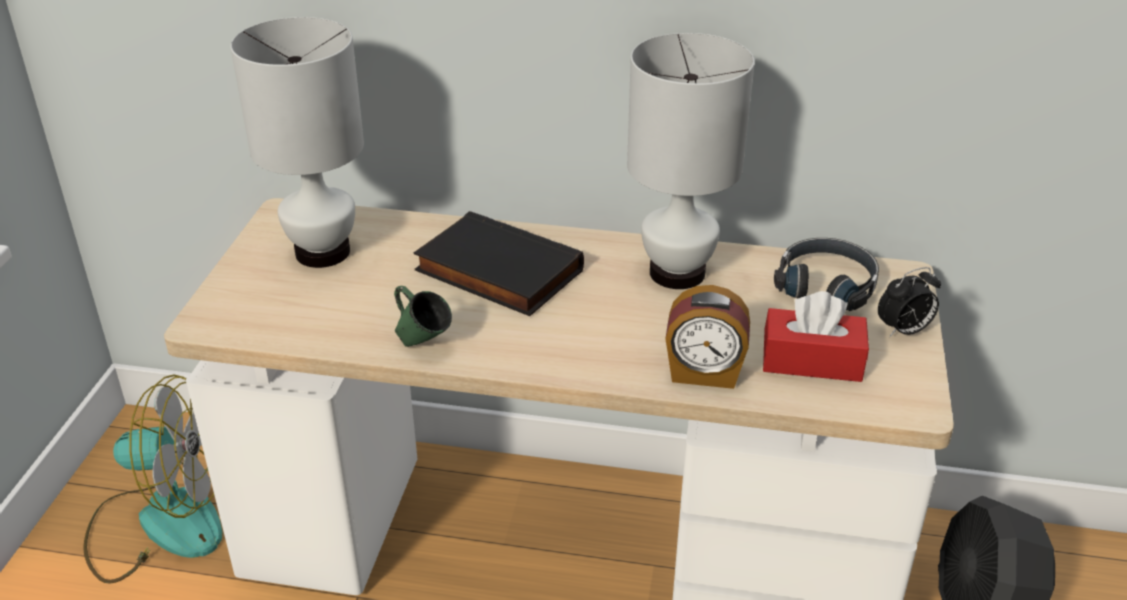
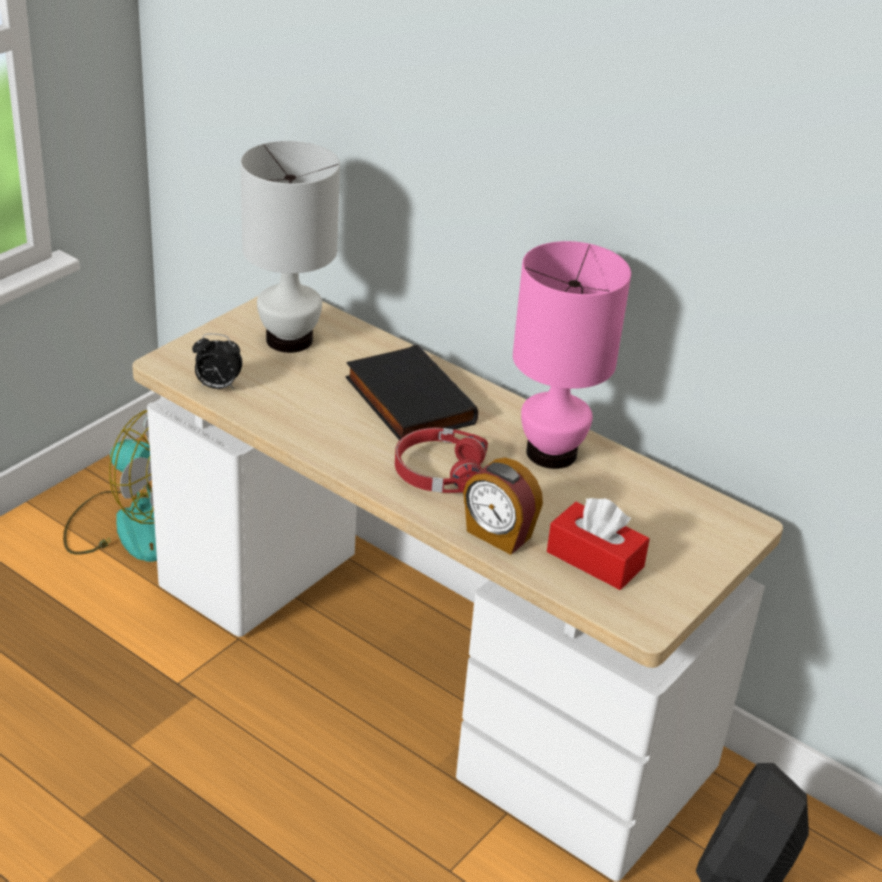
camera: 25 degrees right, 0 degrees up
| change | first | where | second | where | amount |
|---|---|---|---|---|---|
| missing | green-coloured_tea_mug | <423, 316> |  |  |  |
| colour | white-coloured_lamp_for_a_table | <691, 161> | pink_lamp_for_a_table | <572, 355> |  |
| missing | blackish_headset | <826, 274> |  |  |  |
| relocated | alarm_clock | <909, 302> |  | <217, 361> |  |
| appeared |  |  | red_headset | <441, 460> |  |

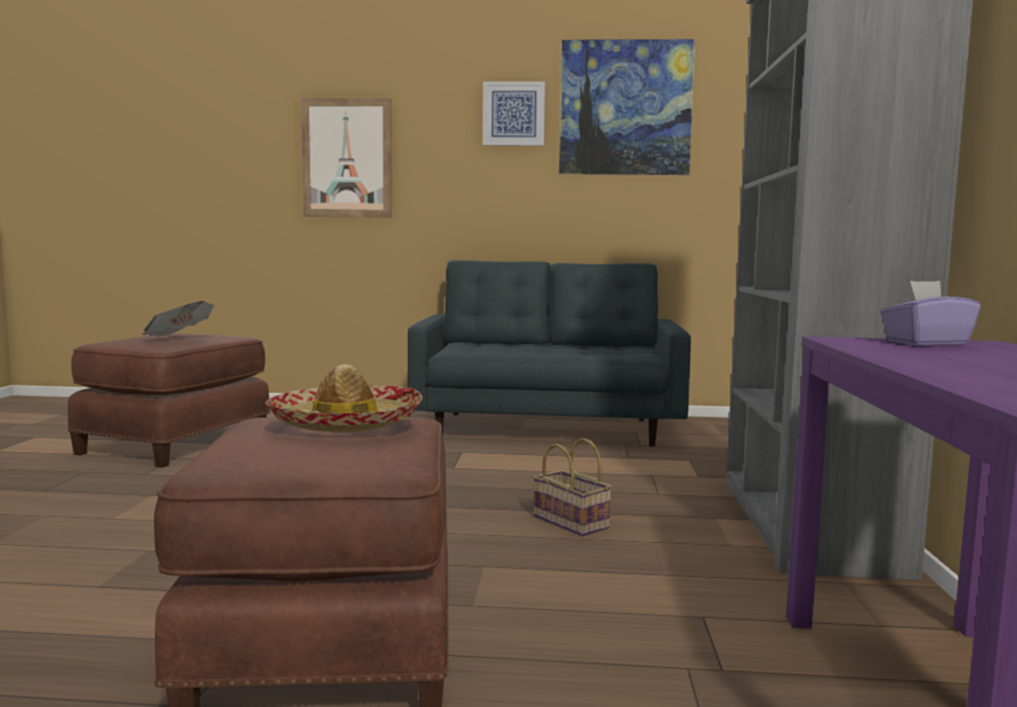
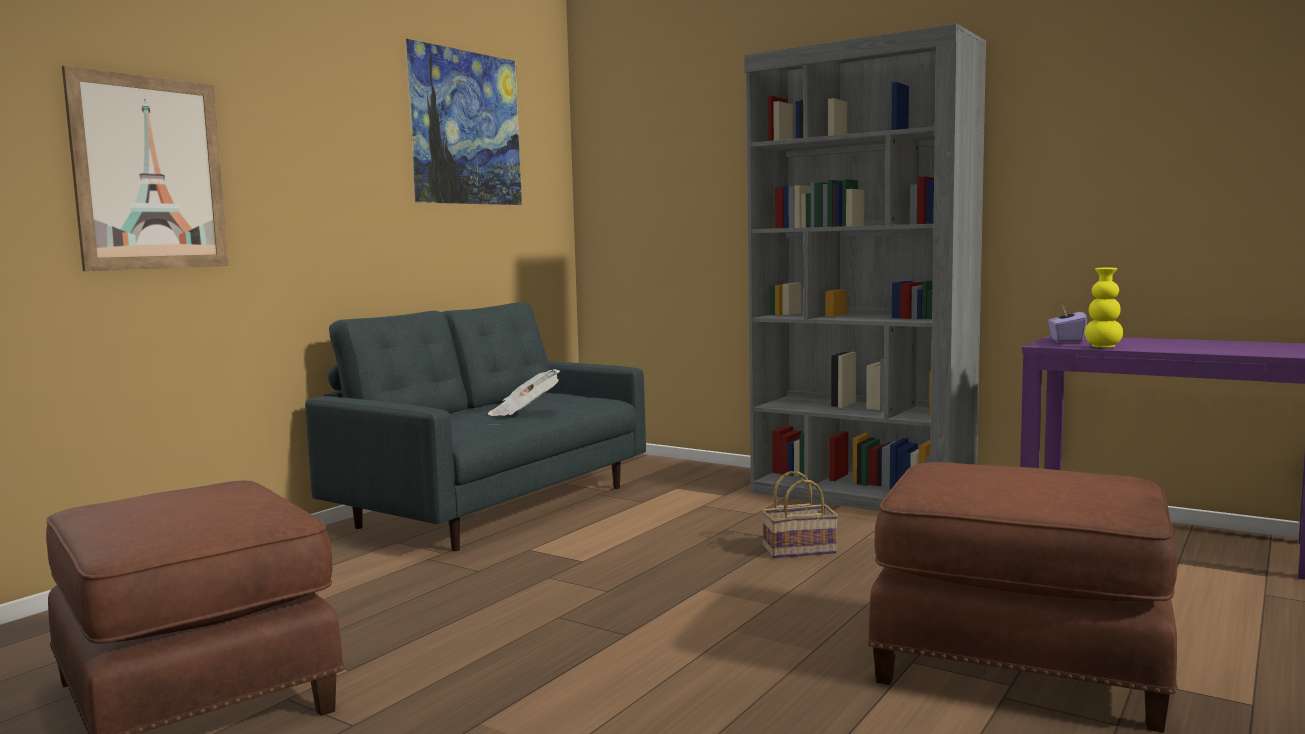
camera: 60 degrees left, 0 degrees up
| change | first | where | second | where | amount |
|---|---|---|---|---|---|
| relocated | newspaper | <177, 318> |  | <524, 392> |  |
| missing | clothing_hat | <343, 398> |  |  |  |
| missing | wall_picture | <514, 113> |  |  |  |
| appeared |  |  | yellow-coloured_decorative_vase | <1104, 308> |  |

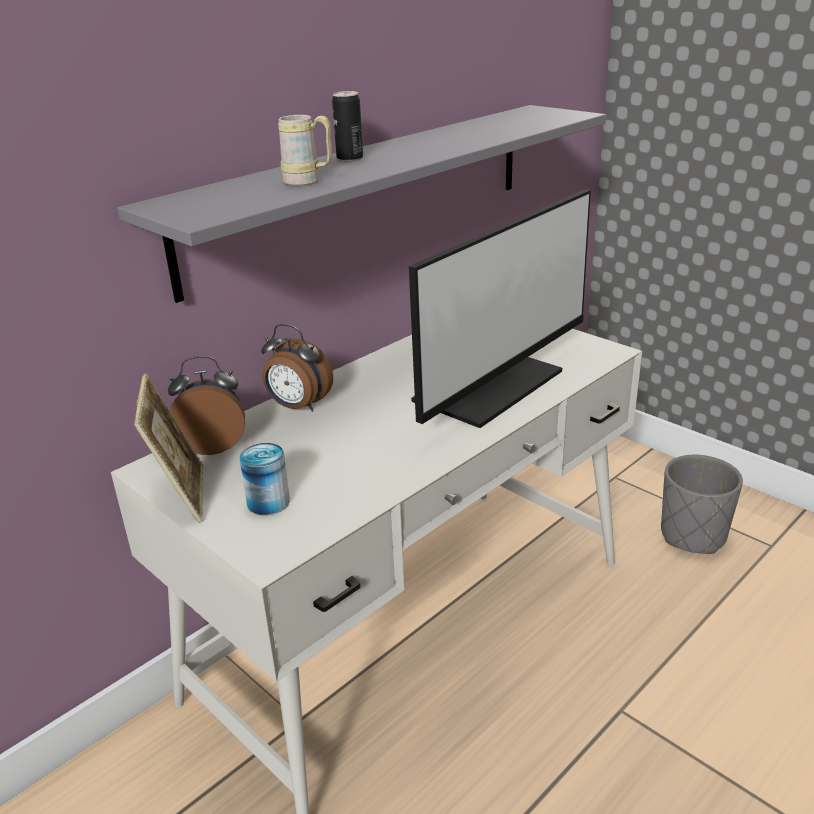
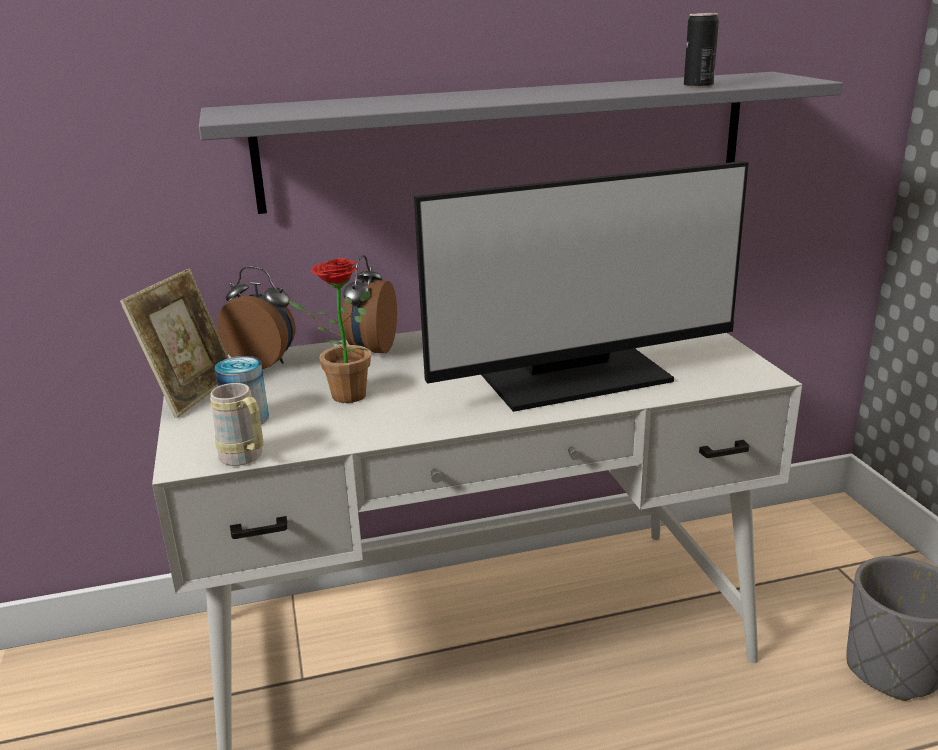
camera: 30 degrees right, 5 degrees down
| change | first | where | second | where | amount |
|---|---|---|---|---|---|
| spun | alarm_clock | <297, 368> |  | <369, 304> | 45 degrees clockwise |
| relocated | sand-coloured_tea_mug | <305, 150> |  | <236, 424> |  |
| relocated | sealed_can | <347, 126> |  | <701, 50> |  |
| appeared |  |  | plant_in_a_pot | <330, 330> |  |

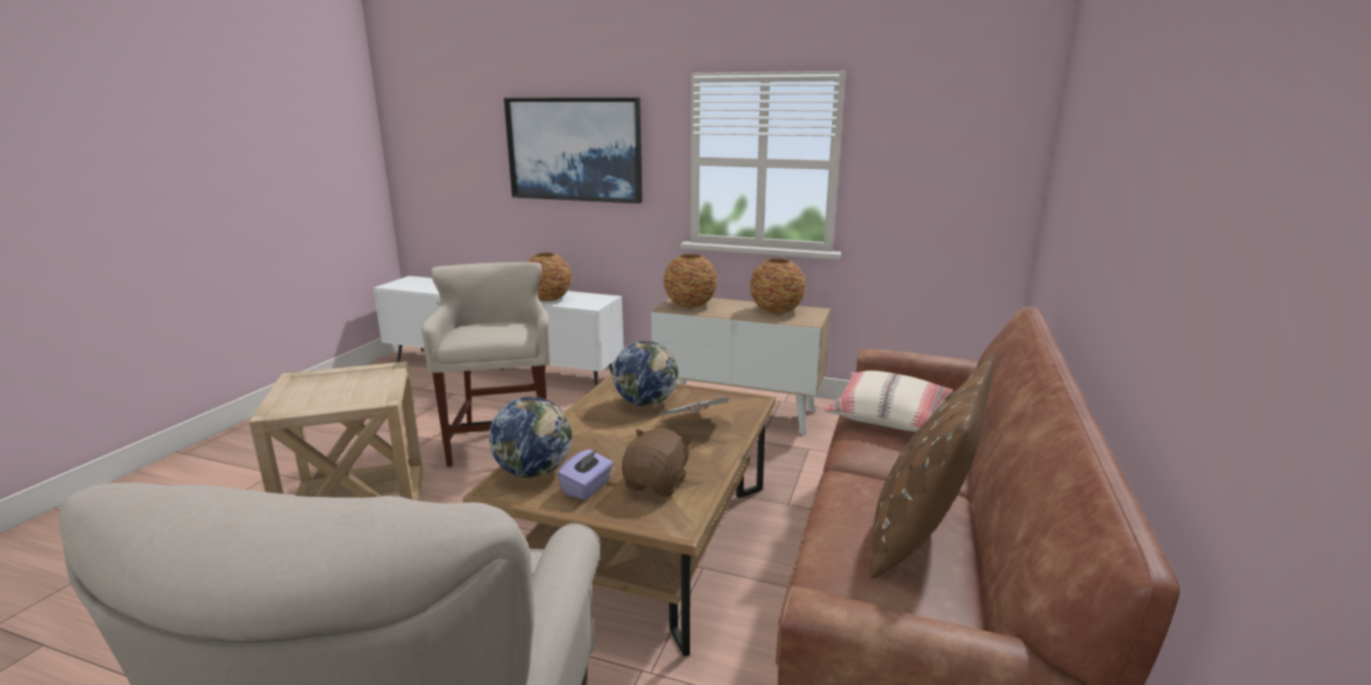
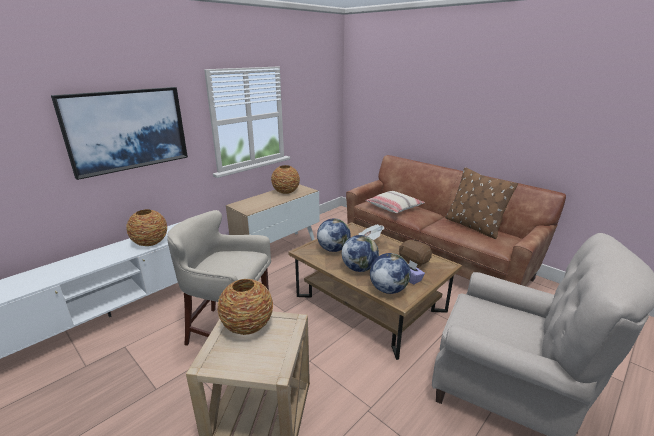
camera: 65 degrees left, 5 degrees up
| change | first | where | second | where | amount |
|---|---|---|---|---|---|
| relocated | decorative_vase | <690, 281> |  | <245, 307> |  |
| appeared |  |  | globe | <360, 253> |  |

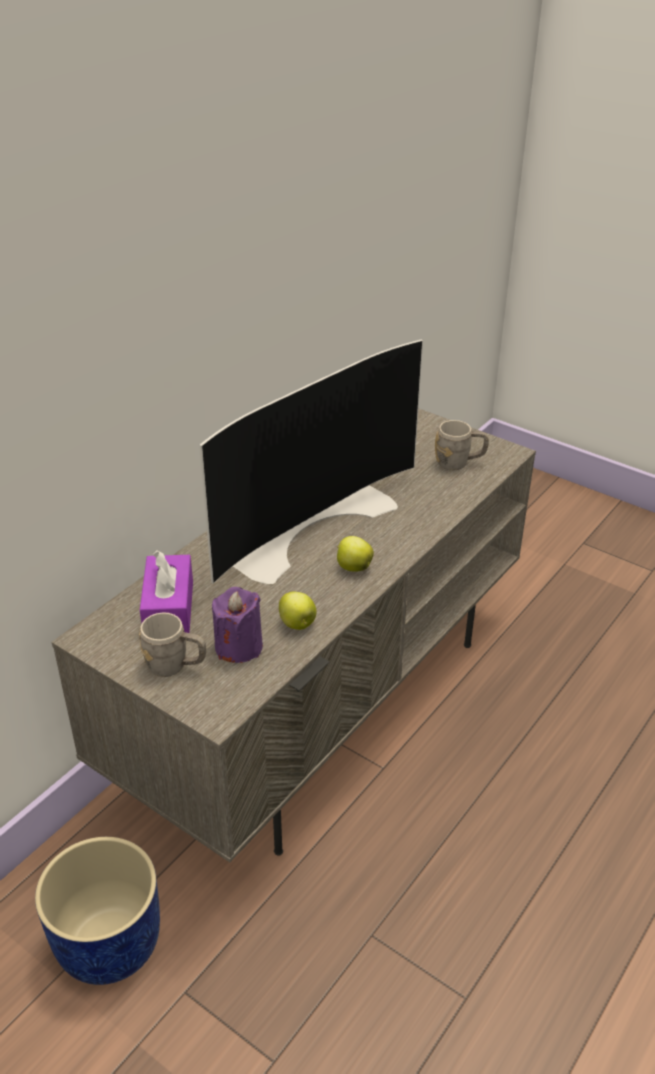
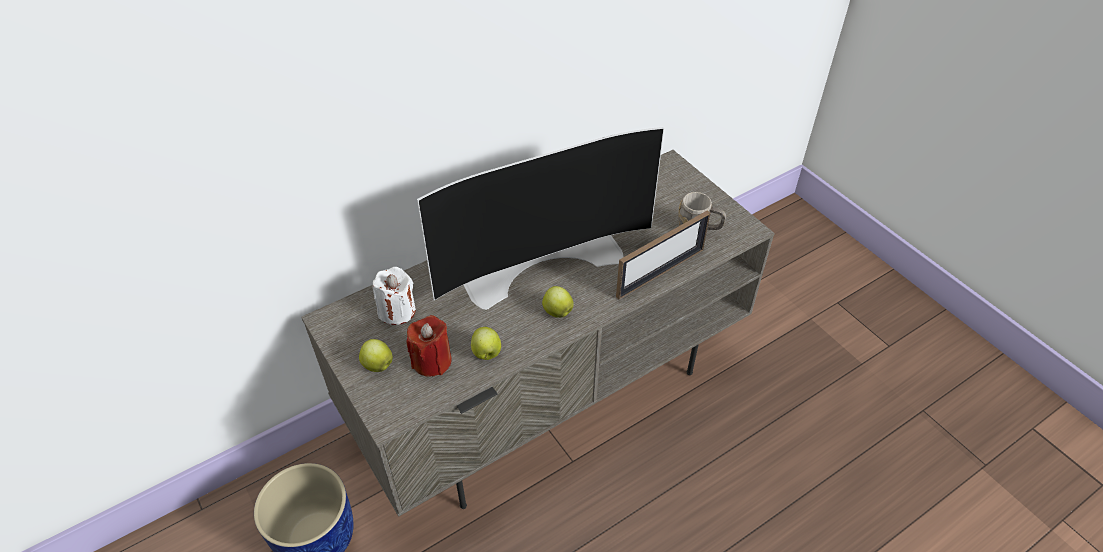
camera: 20 degrees right, 10 degrees up
| change | first | where | second | where | amount |
|---|---|---|---|---|---|
| exchanged | gray_tea_mug | <172, 644> | apple_fruit | <376, 355> |  |
| exchanged | purplish_tissue_holder | <166, 591> | white-coloured_wax_candle | <394, 296> |  |
| colour | purplish_wax_candle | <237, 625> | red_wax_candle | <428, 346> |  |
| appeared |  |  | photo_frame | <663, 254> |  |

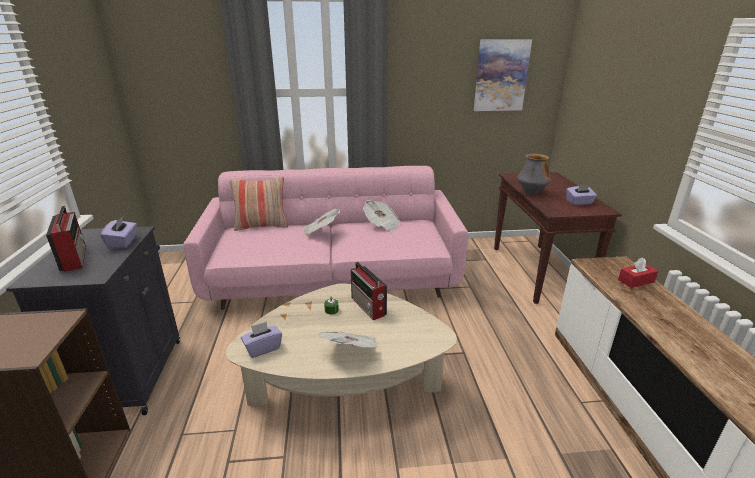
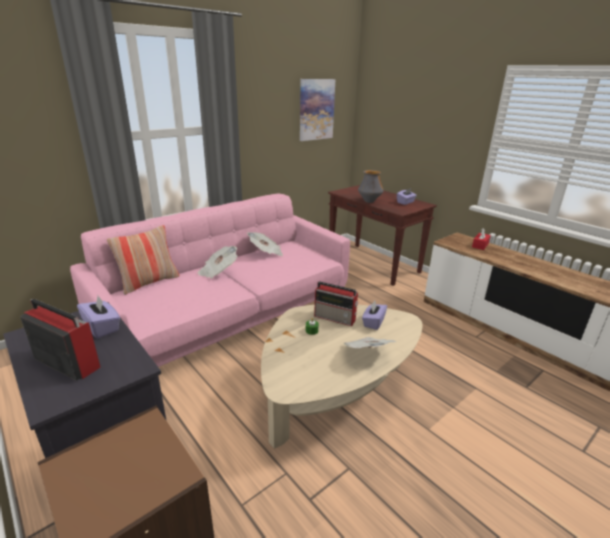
camera: 35 degrees left, 0 degrees up
| change | first | where | second | where | amount |
|---|---|---|---|---|---|
| relocated | purplish_tissue_holder | <261, 339> |  | <374, 315> |  |

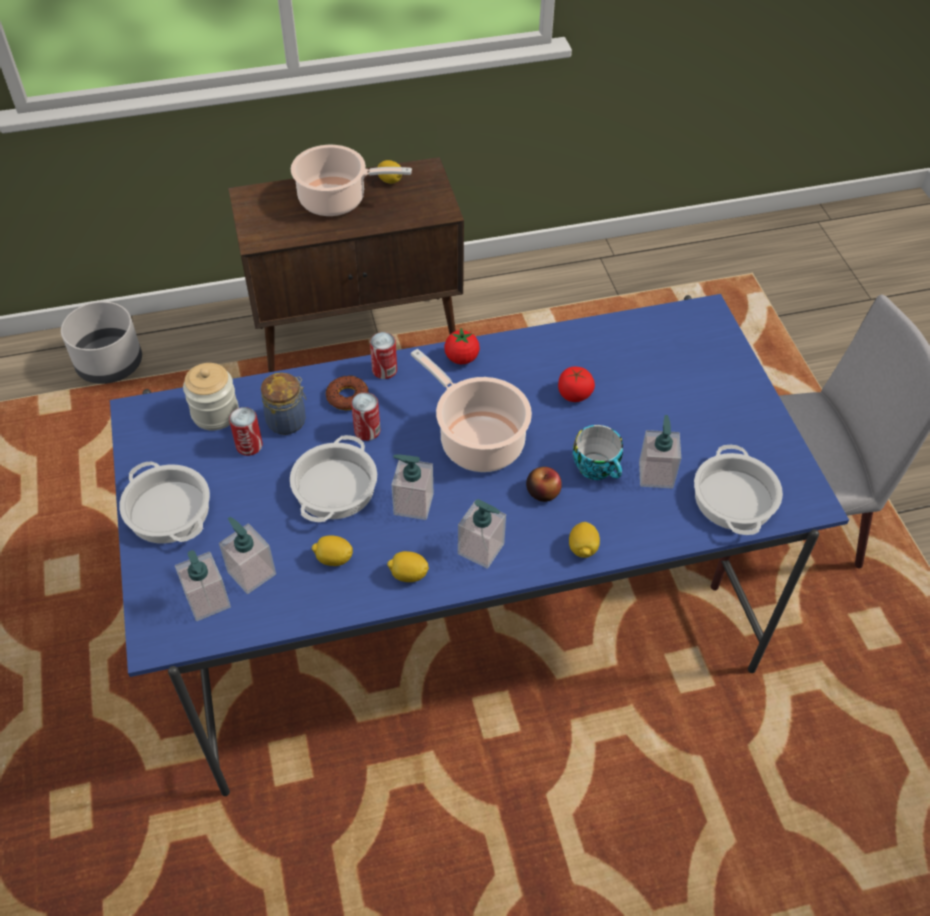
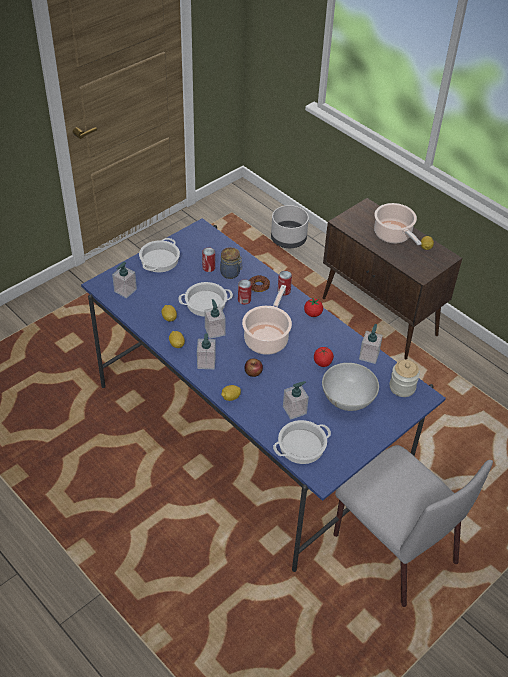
camera: 60 degrees right, 5 degrees down
| change | first | where | second | where | amount |
|---|---|---|---|---|---|
| relocated | preserve_jar | <211, 397> |  | <405, 378> |  |
| relocated | soap_dispenser | <247, 555> |  | <371, 344> |  |
| missing | drinking_cup | <598, 452> |  |  |  |
| appeared |  |  | white-coloured_bowl | <350, 387> |  |

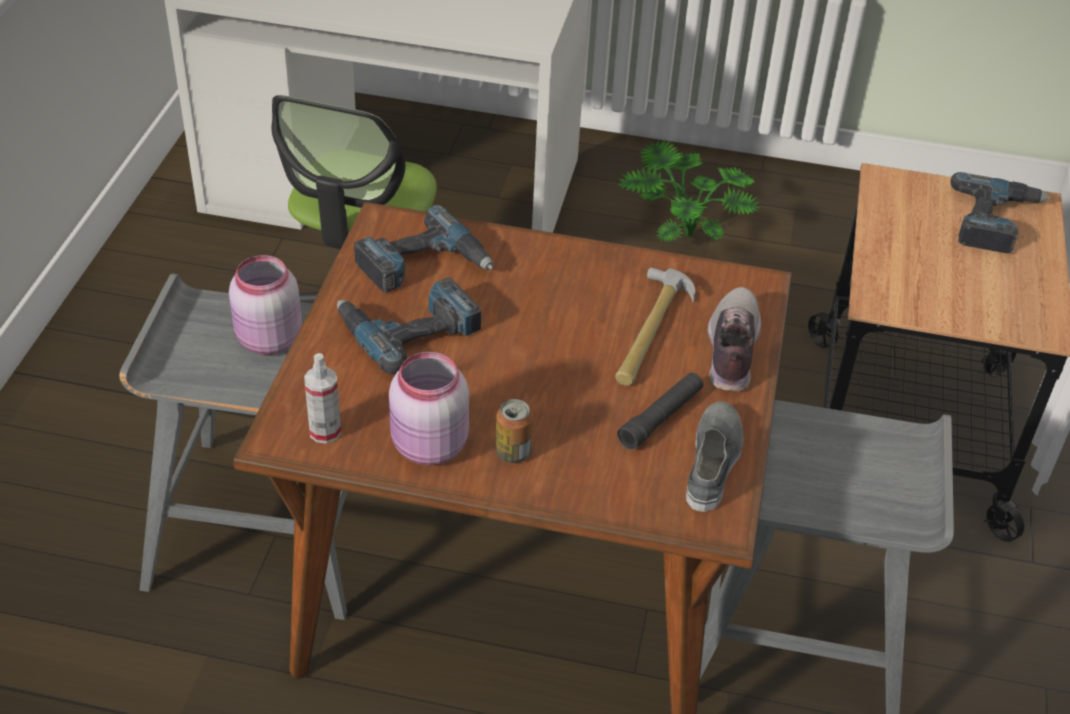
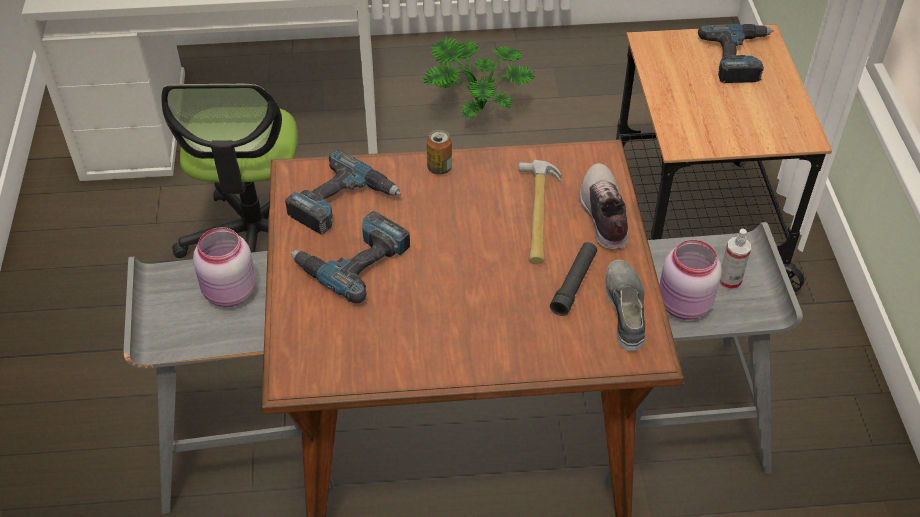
camera: 15 degrees left, 5 degrees up
| change | first | where | second | where | amount |
|---|---|---|---|---|---|
| relocated | sprayer | <322, 398> |  | <735, 259> |  |
| relocated | pink_preserve_jar | <429, 408> |  | <690, 280> |  |
| relocated | sealed_can | <514, 431> |  | <439, 152> |  |

